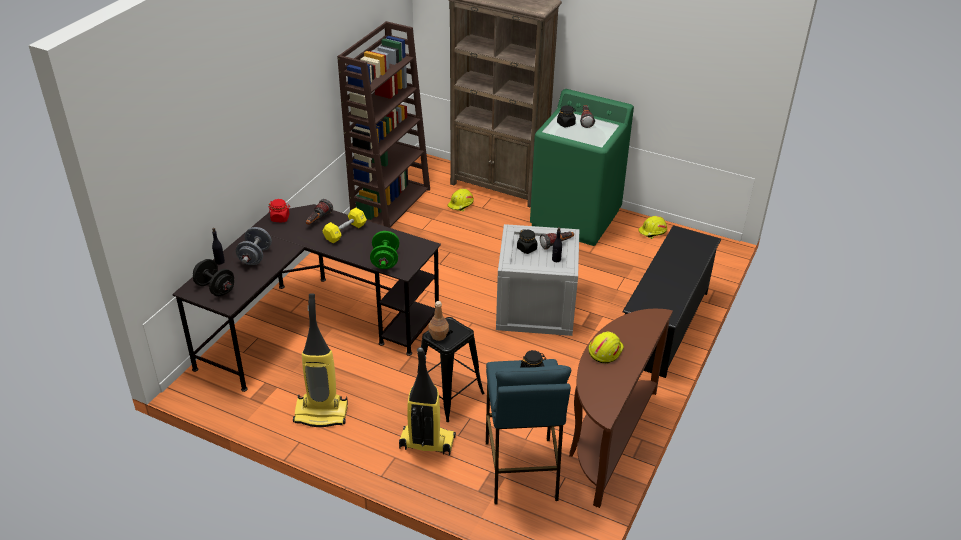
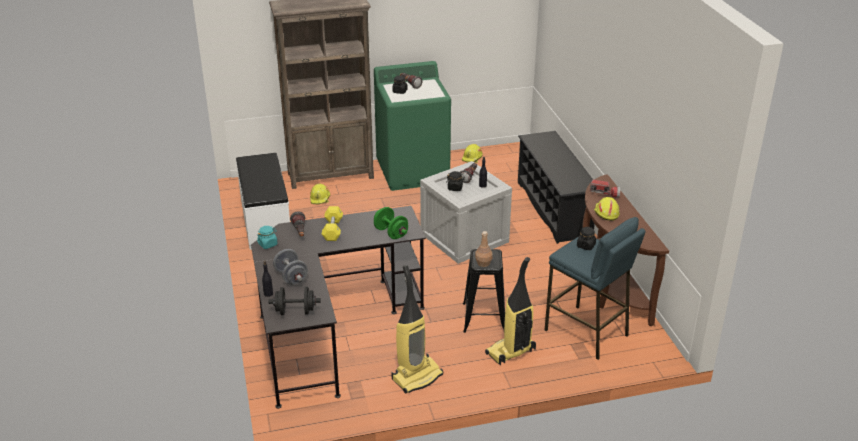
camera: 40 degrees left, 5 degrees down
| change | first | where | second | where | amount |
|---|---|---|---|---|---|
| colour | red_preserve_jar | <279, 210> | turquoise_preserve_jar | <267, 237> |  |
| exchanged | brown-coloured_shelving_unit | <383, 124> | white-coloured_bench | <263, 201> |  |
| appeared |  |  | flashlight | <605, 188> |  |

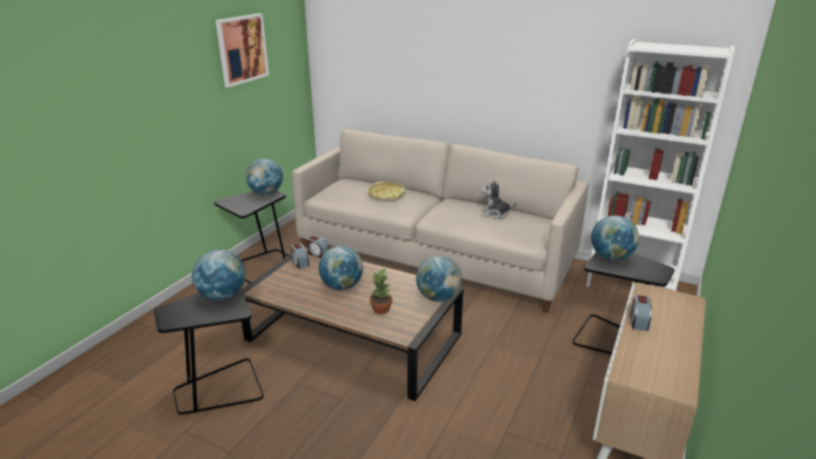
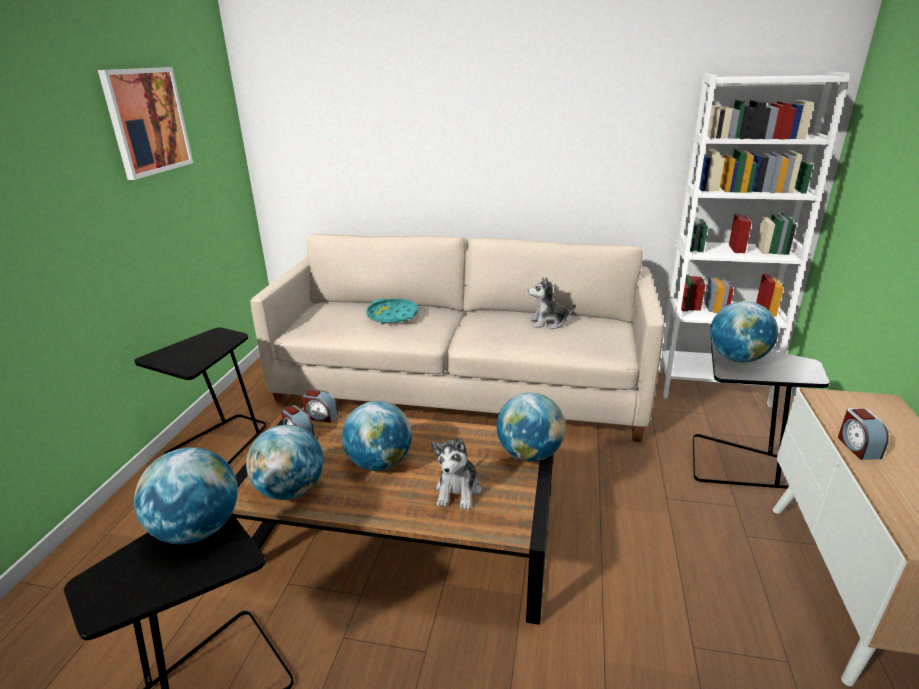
camera: 15 degrees left, 0 degrees up
| change | first | where | second | where | amount |
|---|---|---|---|---|---|
| relocated | globe | <264, 177> |  | <284, 462> |  |
| colour | yellow-coloured_serving_tray | <386, 191> | turquoise_serving_tray | <392, 311> |  |
| exchanged | plant_in_a_pot | <381, 291> | plush_toy | <456, 473> |  |

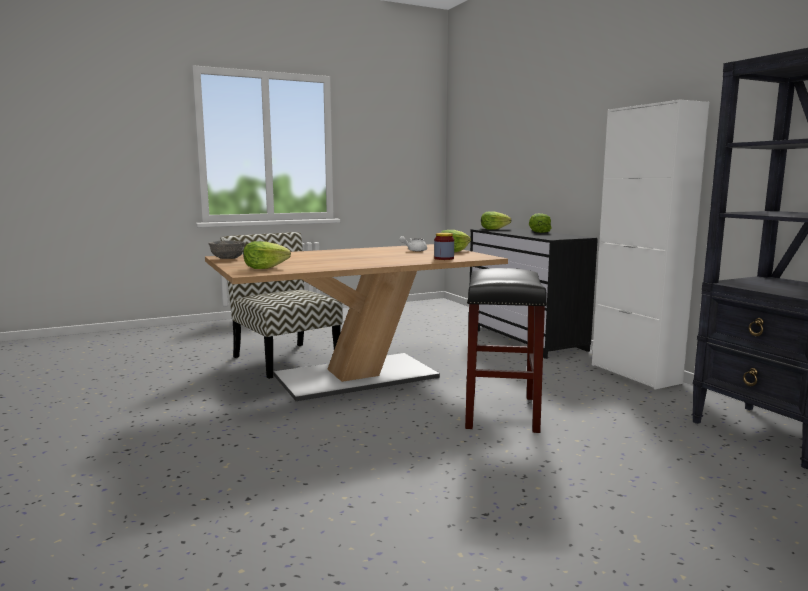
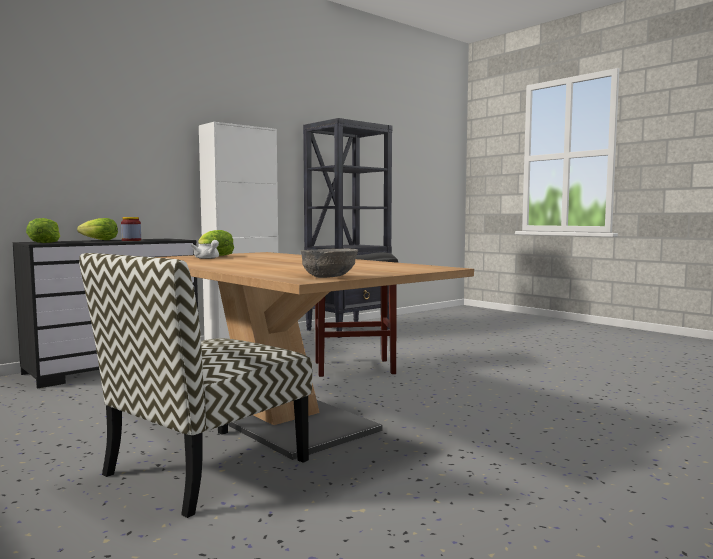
camera: 105 degrees left, 5 degrees down
| change | first | where | second | where | amount |
|---|---|---|---|---|---|
| missing | lettuce | <267, 255> |  |  |  |
| relocated | preserve_jar | <444, 246> |  | <131, 229> |  |

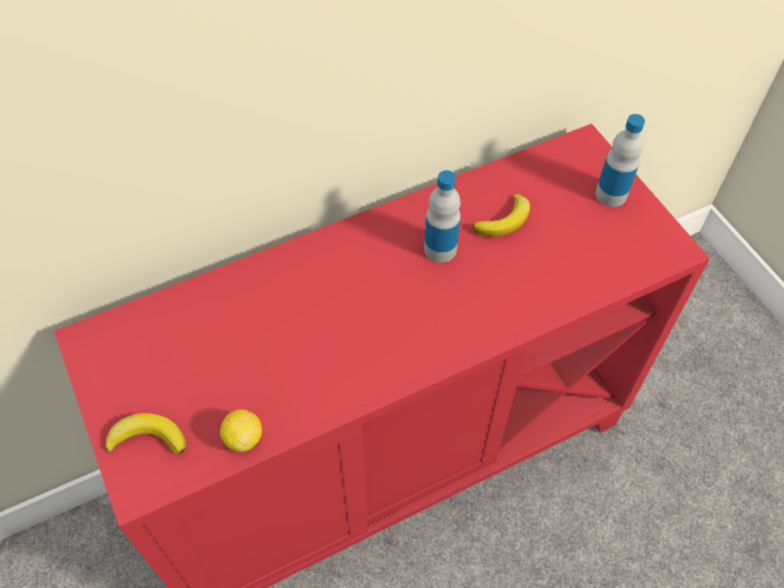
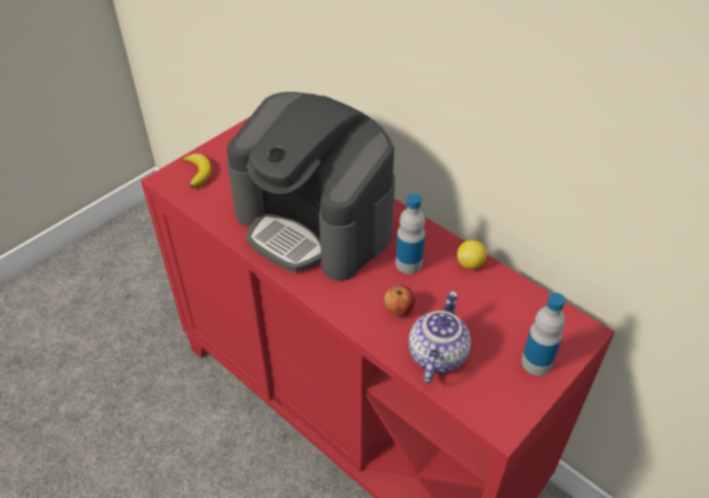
camera: 70 degrees right, 10 degrees down
| change | first | where | second | where | amount |
|---|---|---|---|---|---|
| relocated | lemon | <241, 430> |  | <472, 254> |  |
| missing | banana_fruit | <501, 215> |  |  |  |
| appeared |  |  | coffee_maker | <311, 186> |  |
| appeared |  |  | apple_fruit | <399, 300> |  |
| appeared |  |  | teapot | <440, 337> |  |

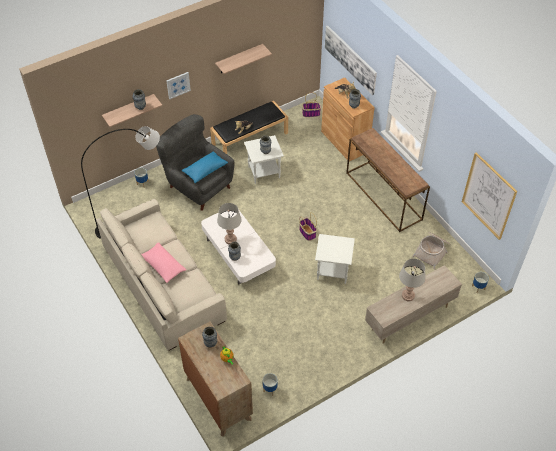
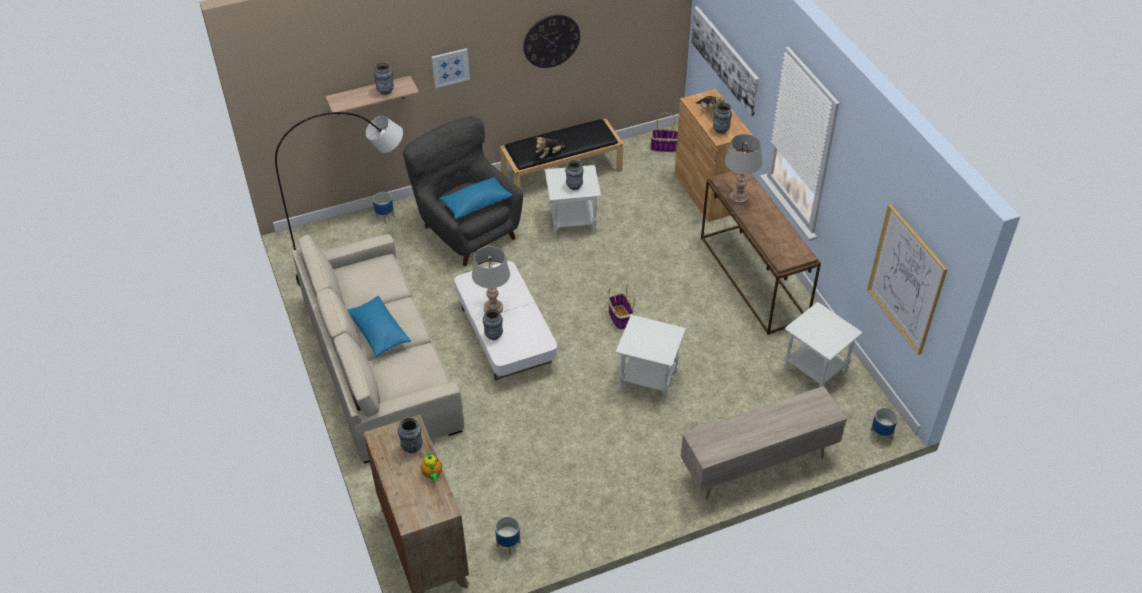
camera: 10 degrees right, 5 degrees down
| change | first | where | second | where | amount |
|---|---|---|---|---|---|
| colour | pink_throw_pillow | <164, 262> | blue_throw_pillow | <379, 326> |  |
| exchanged | wall_shelf | <243, 59> | clock_on_the_wall | <551, 41> |  |
| relocated | gray_lamp_for_a_table | <412, 280> |  | <743, 169> |  |
| exchanged | household_basket | <431, 250> | white-coloured_side_table | <823, 344> |  |

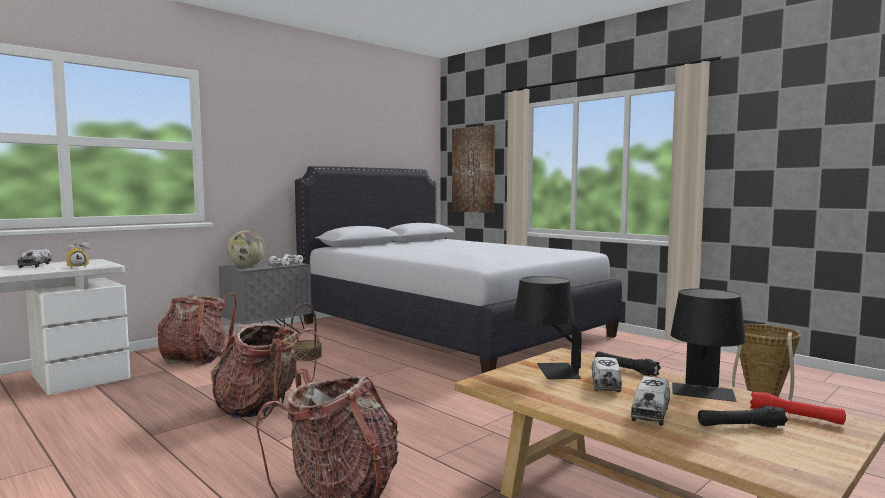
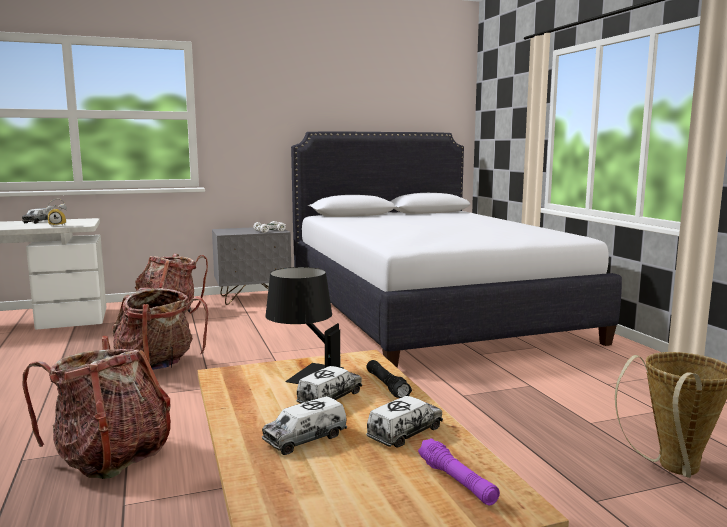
camera: 25 degrees right, 5 degrees up
| change | first | where | second | where | amount |
|---|---|---|---|---|---|
| missing | globe | <246, 248> |  |  |  |
| missing | household_basket | <306, 332> |  |  |  |
| missing | wall_picture | <473, 169> |  |  |  |
| exchanged | blackish_lamp_for_a_table | <708, 345> | model_truck | <404, 422> |  |
| missing | blackish_flashlight | <743, 417> |  |  |  |
| colour | red_flashlight | <798, 408> | purplish_flashlight | <459, 471> |  |

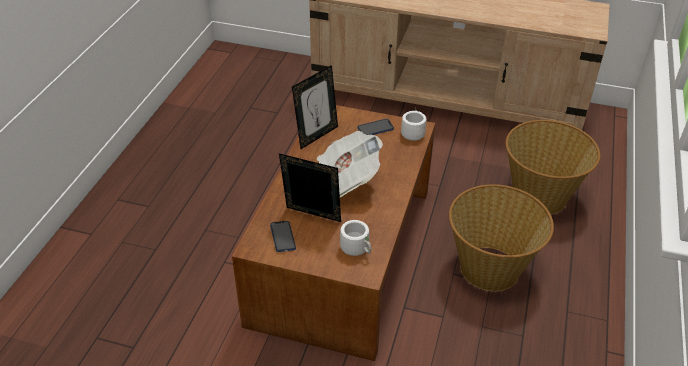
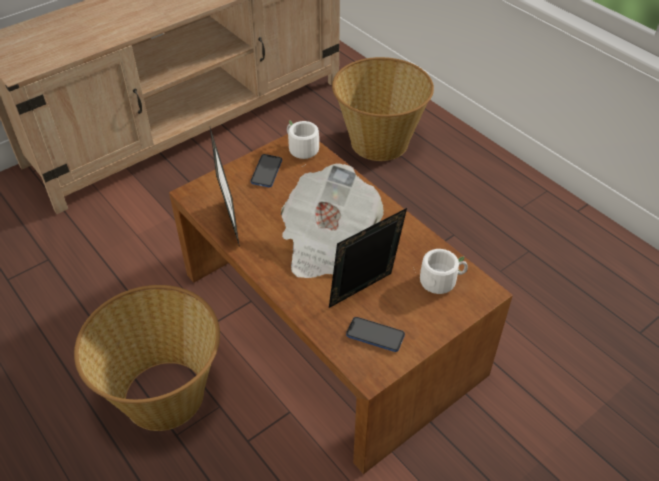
camera: 55 degrees left, 5 degrees up
| change | first | where | second | where | amount |
|---|---|---|---|---|---|
| relocated | household_basket | <501, 237> |  | <147, 358> |  |

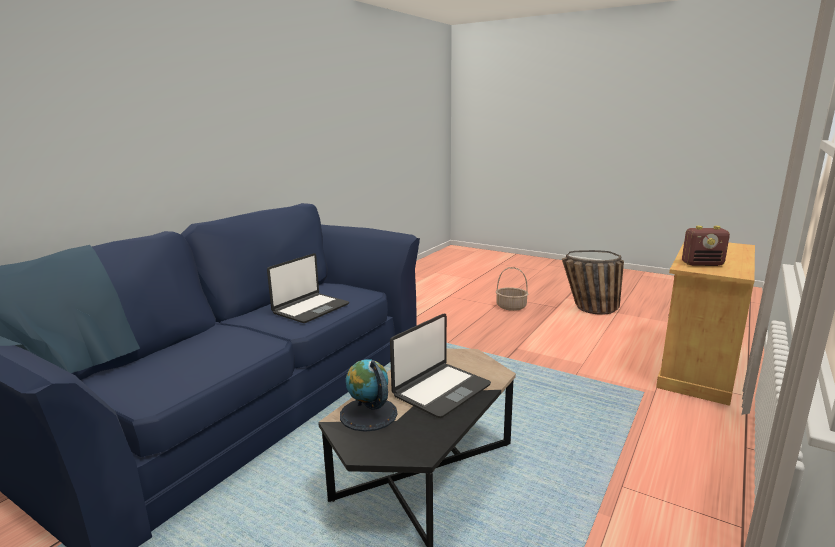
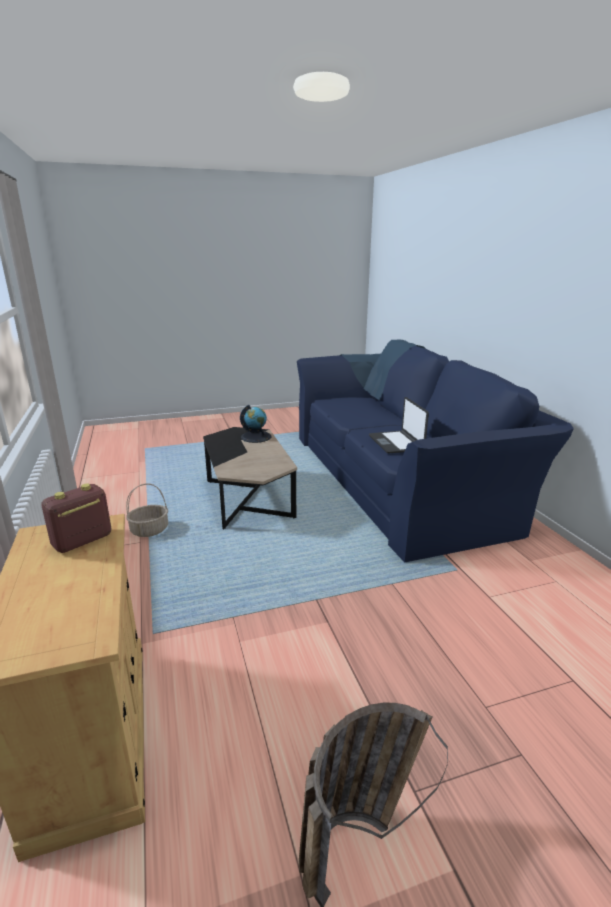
camera: 130 degrees right, 5 degrees up
| change | first | where | second | where | amount |
|---|---|---|---|---|---|
| missing | notebook_computer | <440, 366> |  |  |  |
| relocated | household_basket | <512, 289> |  | <147, 510> |  |

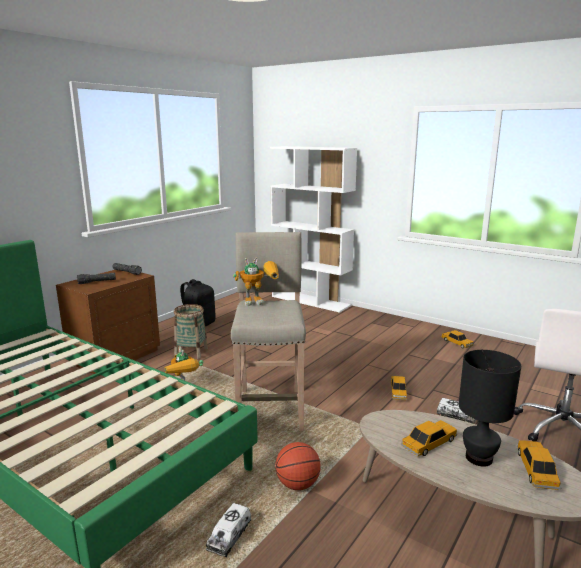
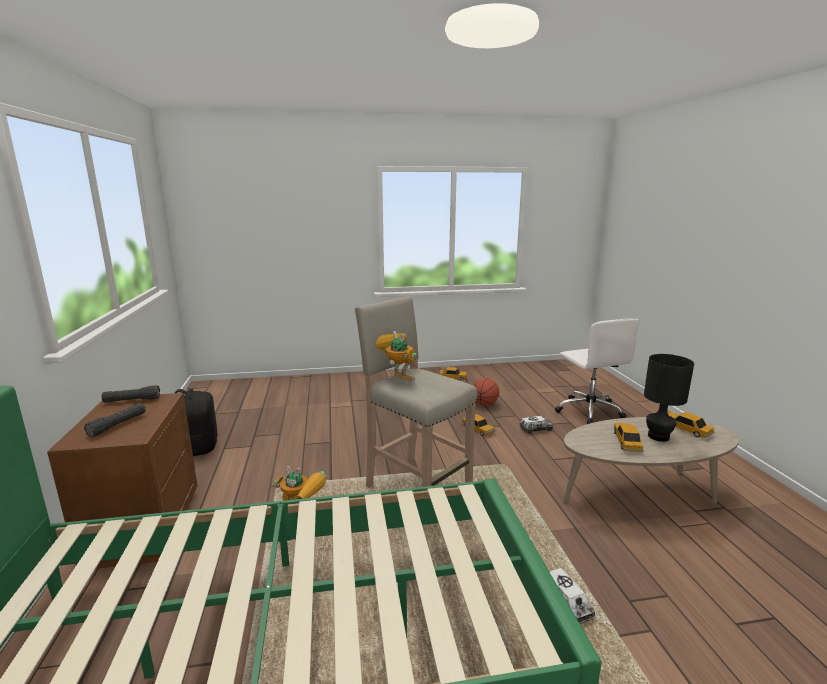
camera: 45 degrees left, 0 degrees up
| change | first | where | second | where | amount |
|---|---|---|---|---|---|
| missing | household_basket | <191, 331> |  |  |  |
| spun | model_robot | <256, 281> |  | <394, 356> | 75 degrees counterclockwise |
| missing | white-coloured_shelving_unit | <313, 229> |  |  |  |
| relocated | basketball | <298, 466> |  | <486, 392> |  |

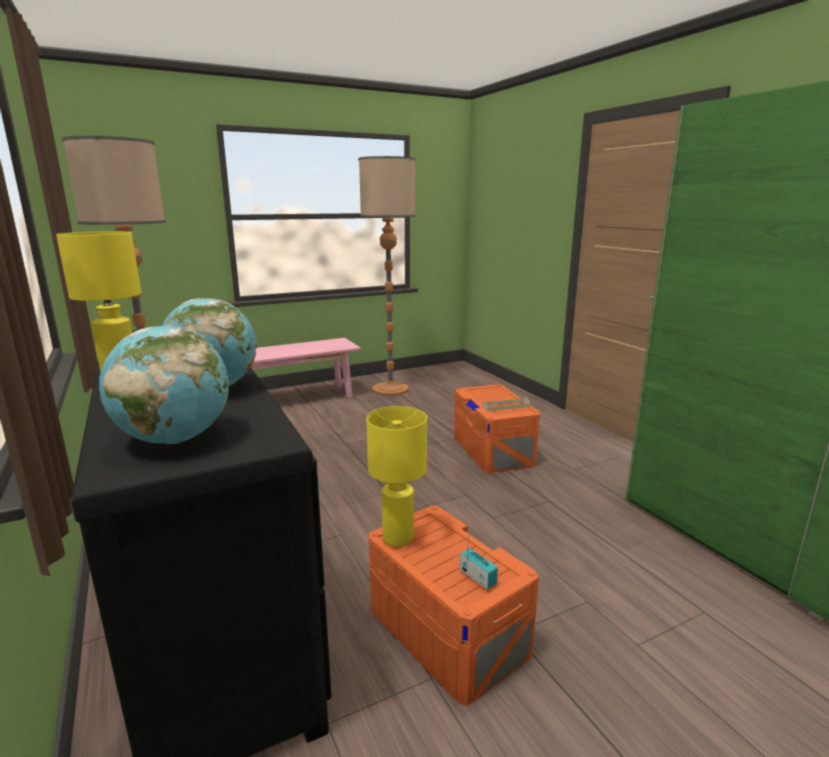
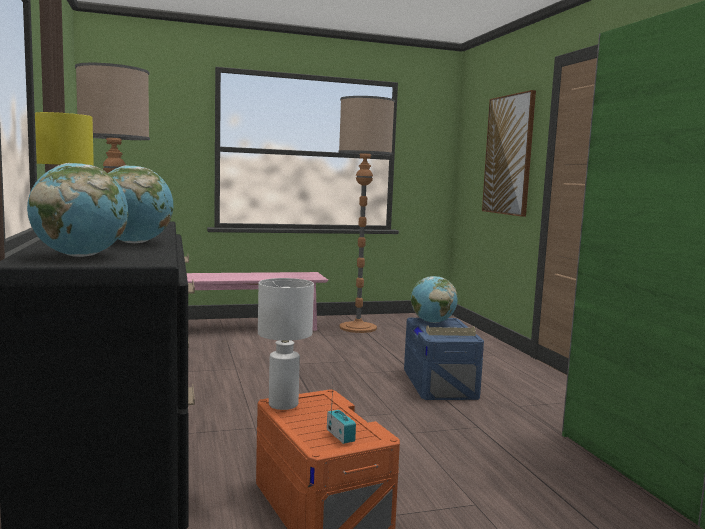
camera: 10 degrees right, 10 degrees down
| change | first | where | second | where | amount |
|---|---|---|---|---|---|
| colour | yellow-coloured_lamp_for_a_table | <396, 476> | white-coloured_lamp_for_a_table | <286, 344> |  |
| colour | orangey_storage_container | <497, 428> | blue_storage_container | <444, 358> |  |
| appeared |  |  | globe | <434, 299> |  |
| appeared |  |  | wall_picture | <509, 153> |  |

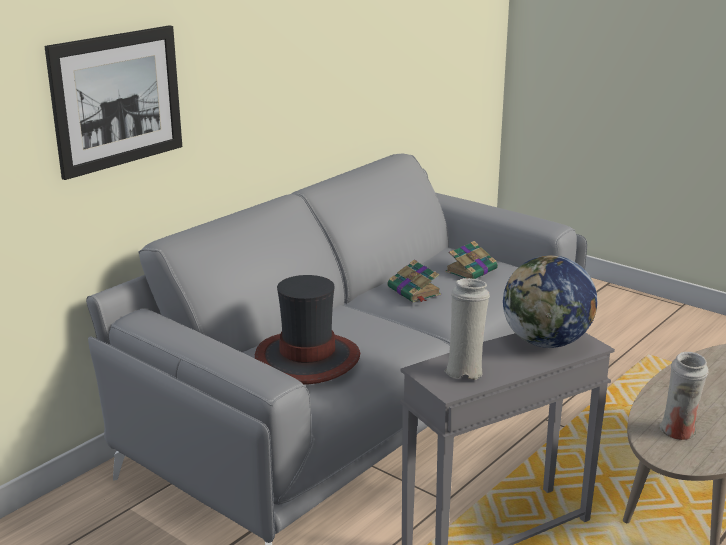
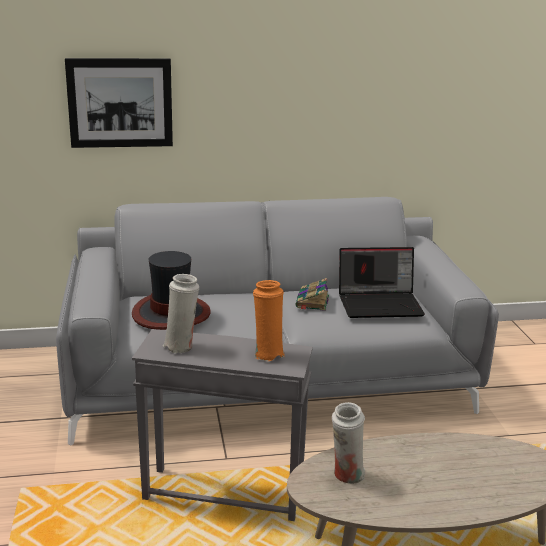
camera: 40 degrees right, 0 degrees up
| change | first | where | second | where | amount |
|---|---|---|---|---|---|
| exchanged | bound_book | <471, 260> | notebook_computer | <382, 282> |  |
| exchanged | globe | <550, 301> | orangey_decorative_vase | <269, 320> |  |

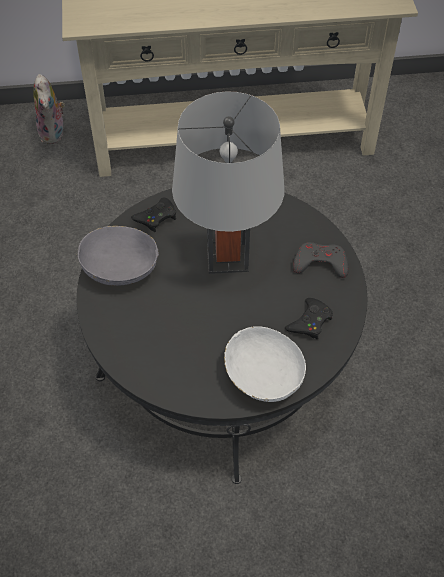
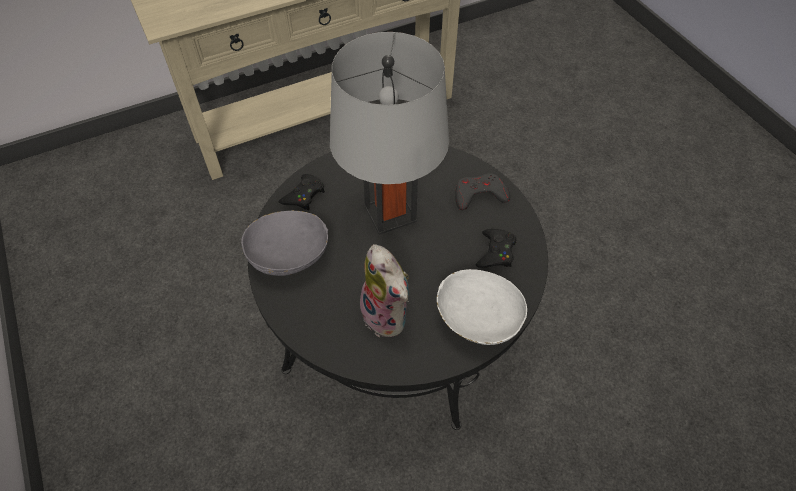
camera: 20 degrees left, 0 degrees up
| change | first | where | second | where | amount |
|---|---|---|---|---|---|
| relocated | plush_toy | <49, 109> |  | <384, 290> |  |

